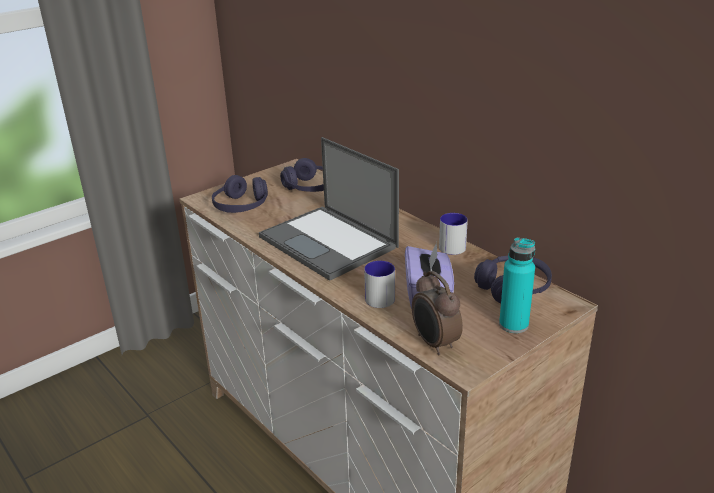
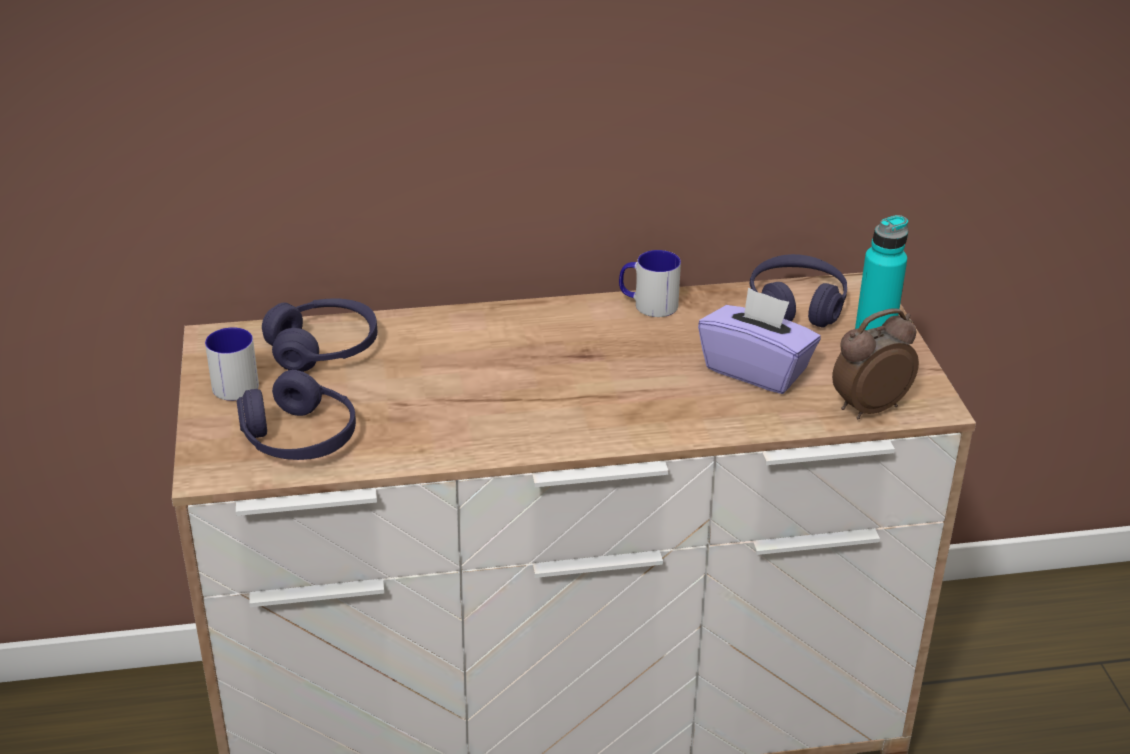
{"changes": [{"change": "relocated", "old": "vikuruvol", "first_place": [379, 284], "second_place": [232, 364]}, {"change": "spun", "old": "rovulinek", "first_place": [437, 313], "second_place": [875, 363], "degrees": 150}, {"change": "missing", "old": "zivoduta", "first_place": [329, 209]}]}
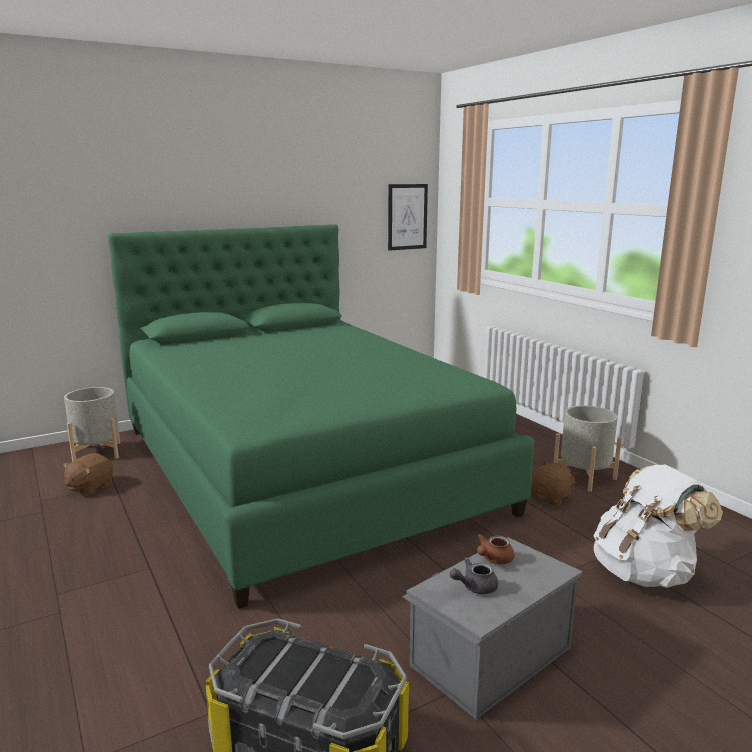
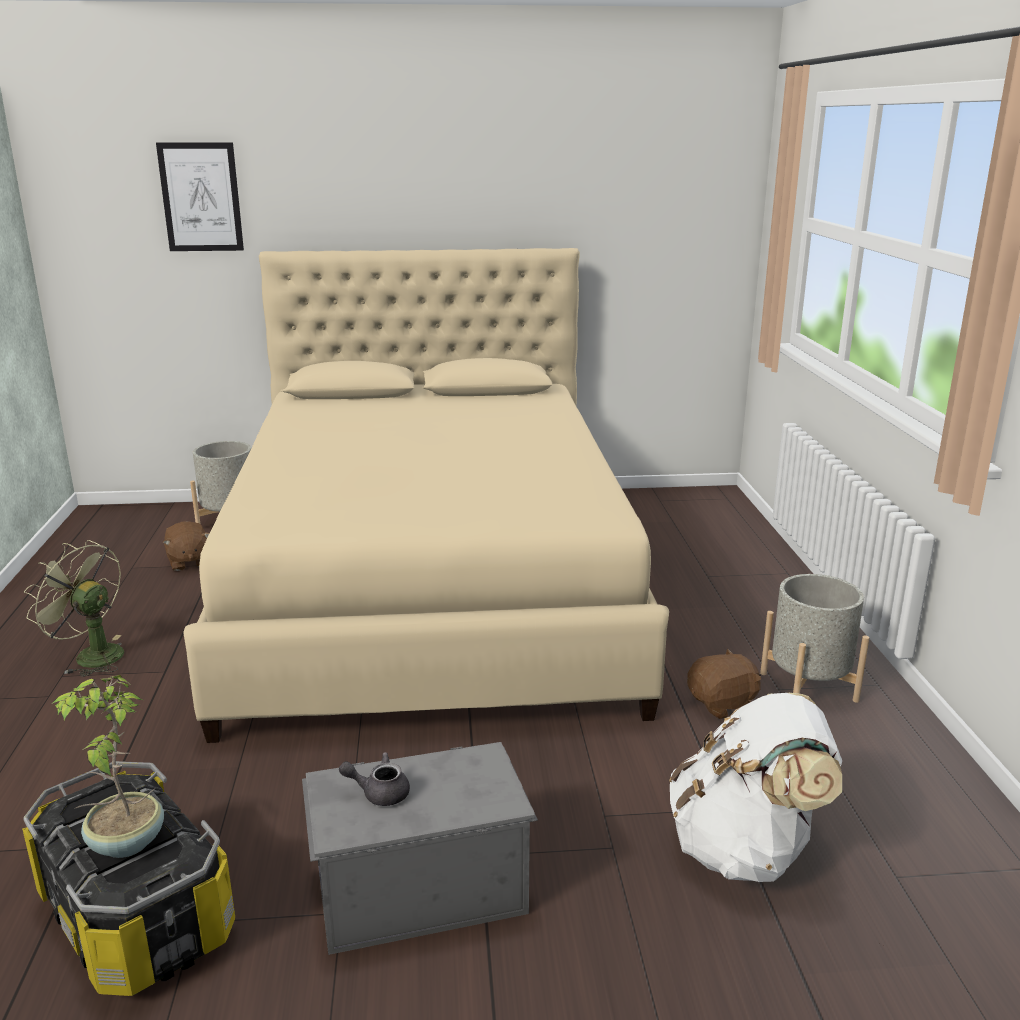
{"changes": [{"change": "appeared", "new": "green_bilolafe", "second_place": [74, 608]}, {"change": "appeared", "new": "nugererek", "second_place": [108, 766]}, {"change": "relocated", "old": "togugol", "first_place": [408, 217], "second_place": [200, 196]}, {"change": "spun", "old": "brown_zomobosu", "first_place": [88, 474], "second_place": [186, 546], "degrees": -75}, {"change": "colour", "old": "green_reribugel", "new": "beige_reribugel", "first_place": [321, 416], "second_place": [426, 495]}, {"change": "missing", "old": "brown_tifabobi", "first_place": [495, 549]}]}
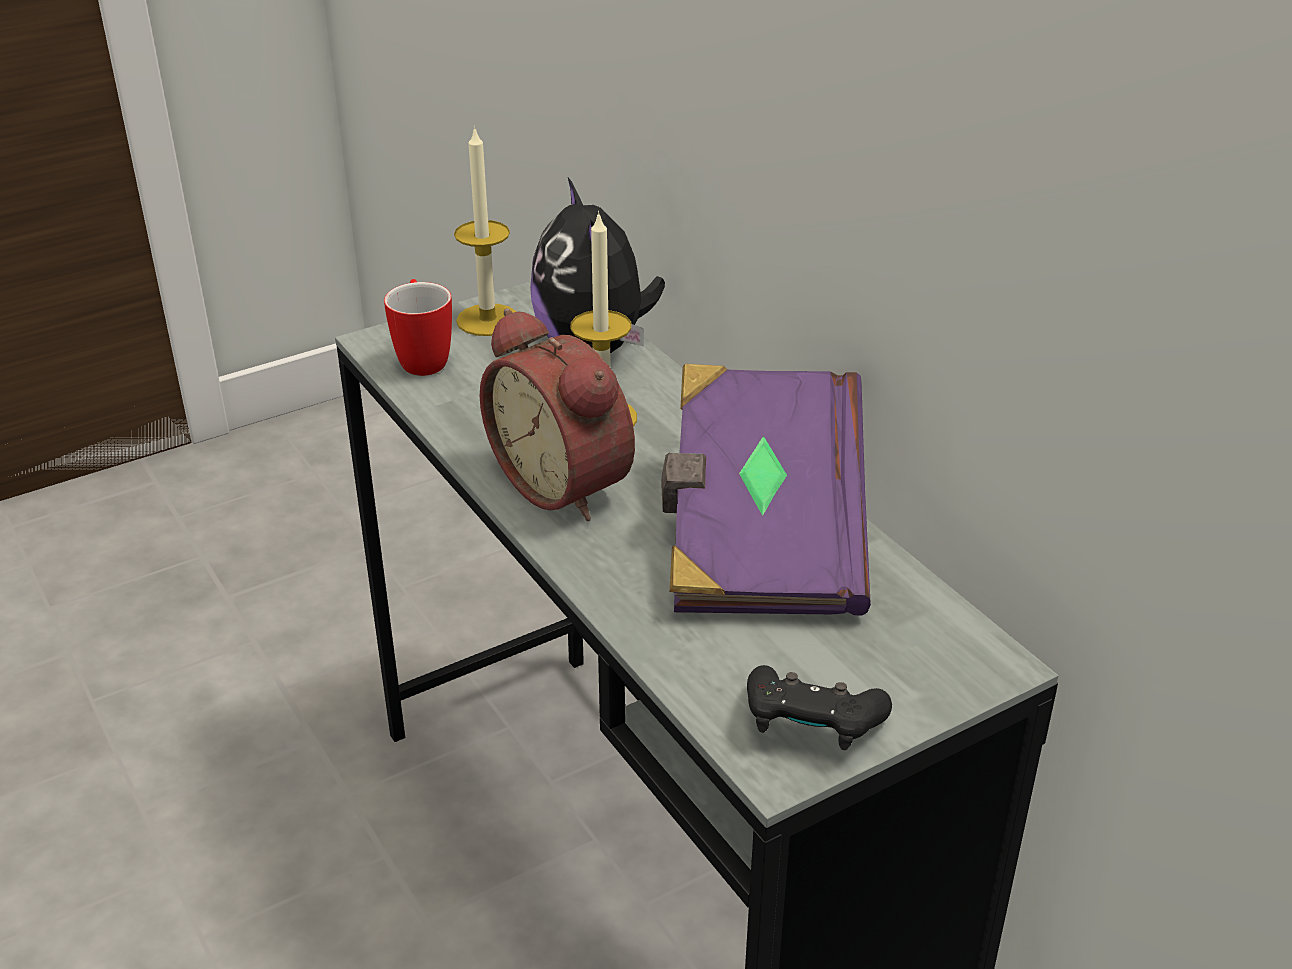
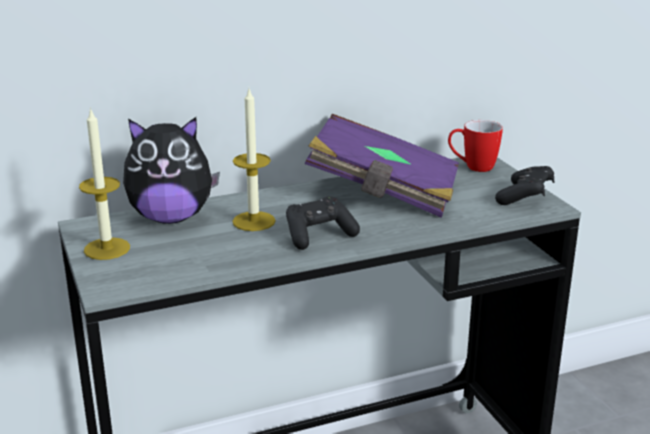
{"changes": [{"change": "exchanged", "old": "rovulinek", "new": "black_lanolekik", "first_place": [557, 414], "second_place": [323, 223]}, {"change": "relocated", "old": "vikuruvol", "first_place": [418, 327], "second_place": [475, 146]}]}
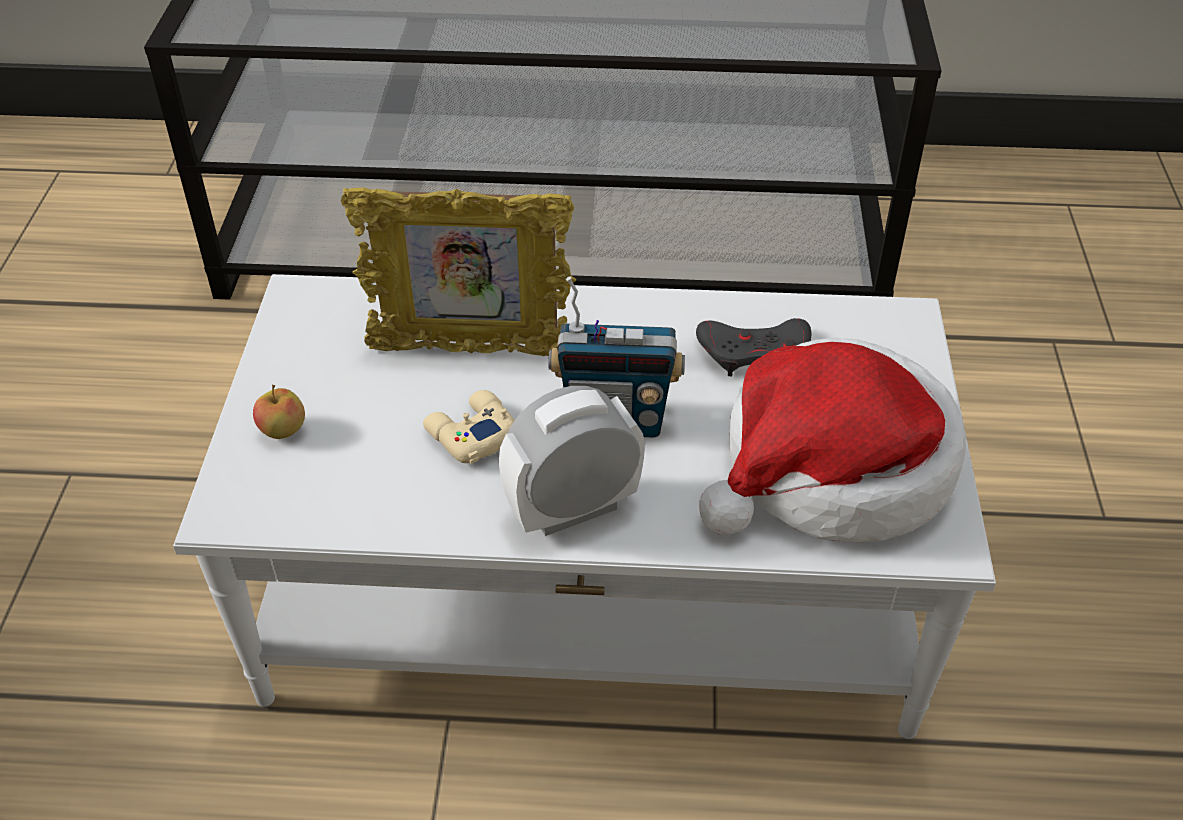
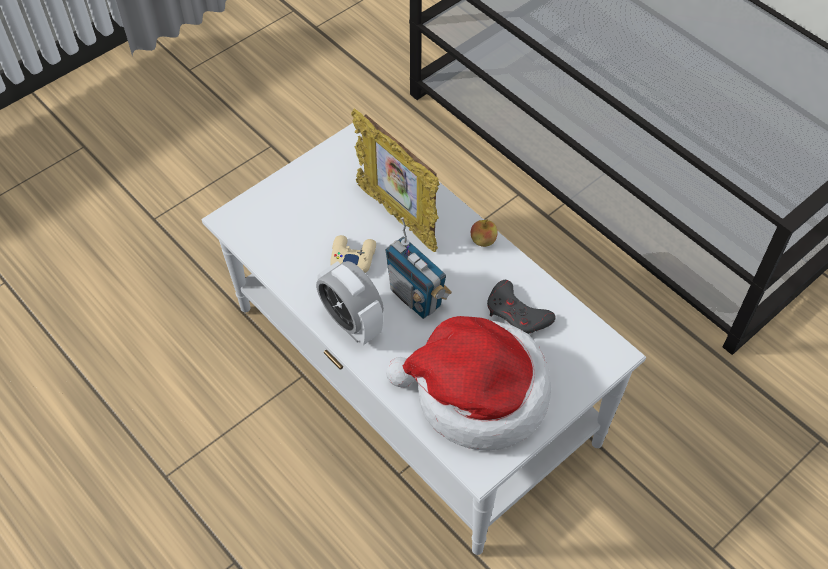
{"changes": [{"change": "spun", "old": "rovulinek", "first_place": [572, 461], "second_place": [350, 303], "degrees": -150}, {"change": "relocated", "old": "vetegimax", "first_place": [279, 412], "second_place": [484, 233]}]}
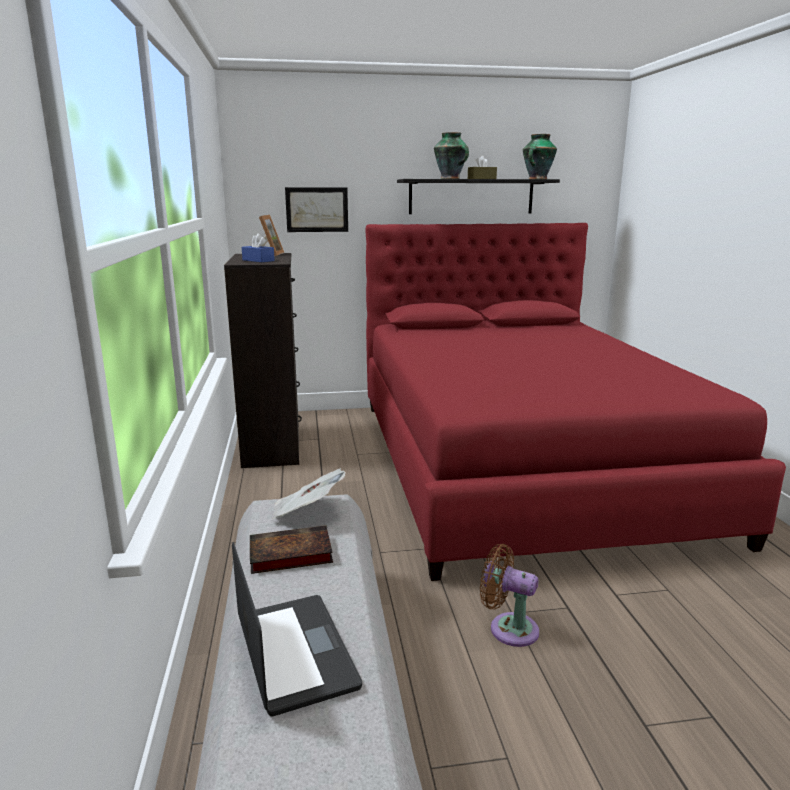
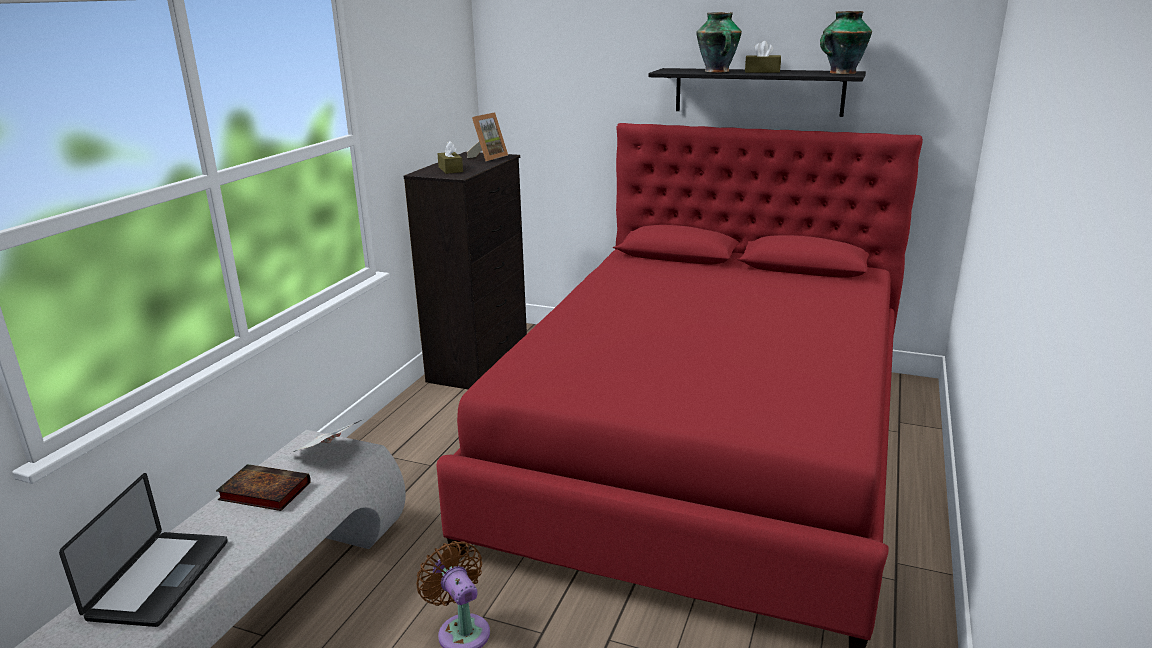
{"changes": [{"change": "colour", "old": "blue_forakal", "new": "brown_forakal", "first_place": [258, 248], "second_place": [450, 157]}, {"change": "missing", "old": "togugol", "first_place": [316, 209]}]}
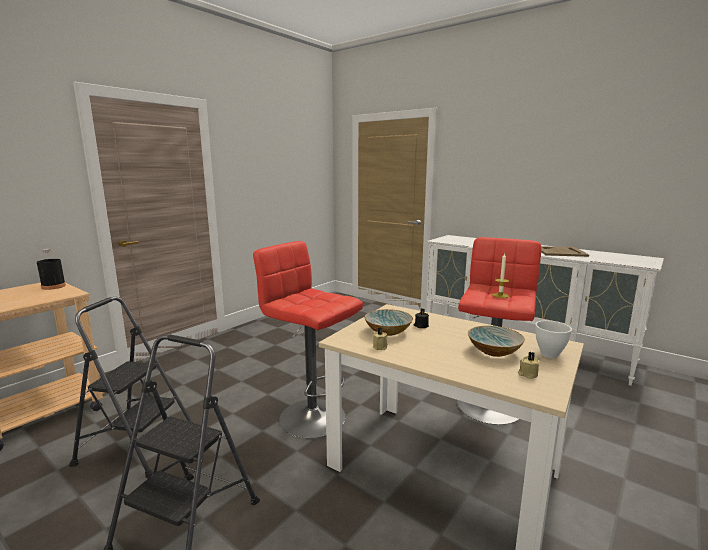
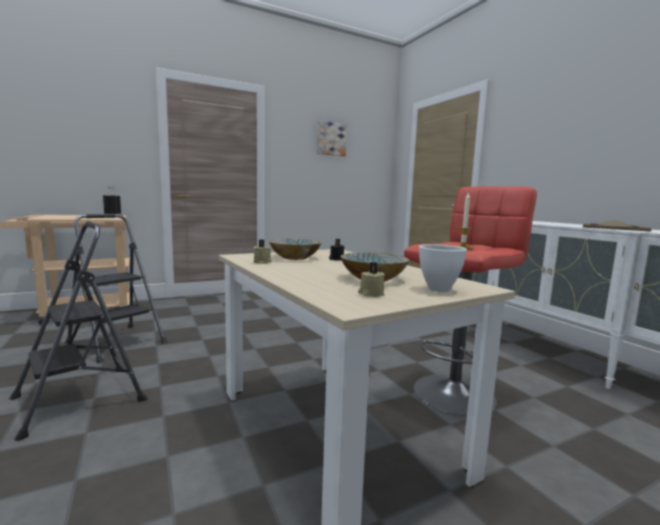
{"changes": [{"change": "appeared", "new": "togugol", "second_place": [332, 138]}, {"change": "missing", "old": "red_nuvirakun", "first_place": [308, 339]}]}
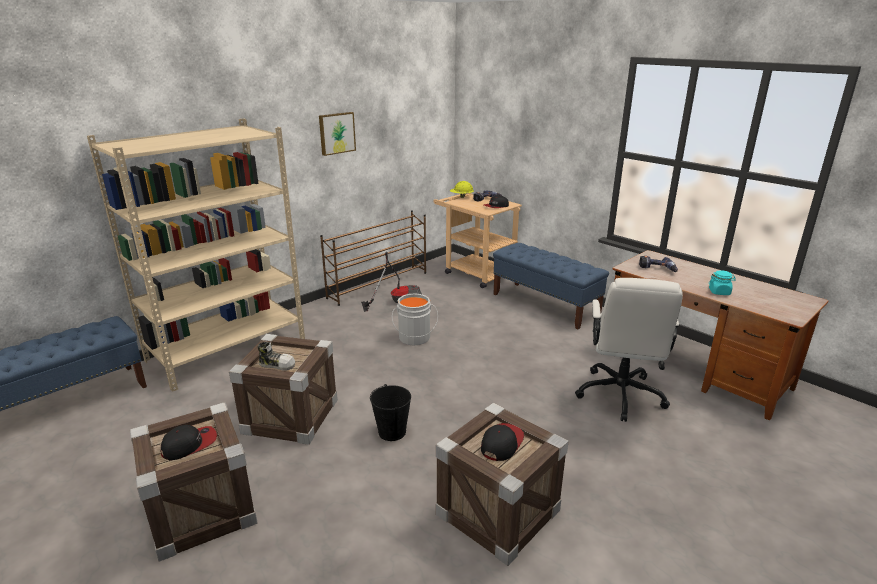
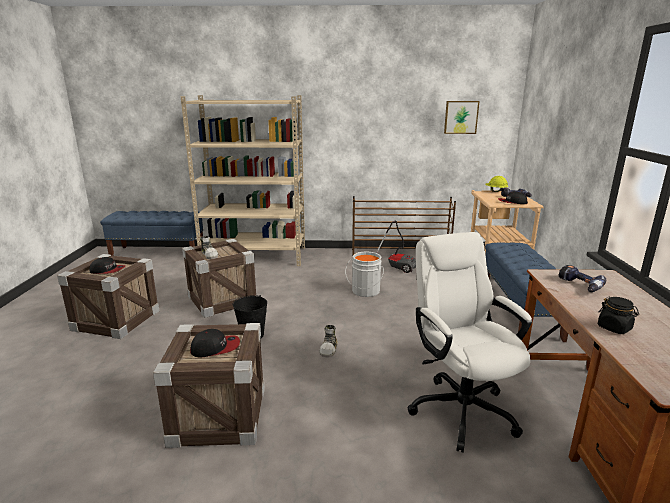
{"changes": [{"change": "appeared", "new": "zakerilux", "second_place": [329, 341]}, {"change": "spun", "old": "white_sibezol", "first_place": [629, 350], "second_place": [470, 342], "degrees": 105}, {"change": "relocated", "old": "togugol", "first_place": [337, 134], "second_place": [462, 117]}, {"change": "colour", "old": "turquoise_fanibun", "new": "black_fanibun", "first_place": [722, 282], "second_place": [618, 315]}]}
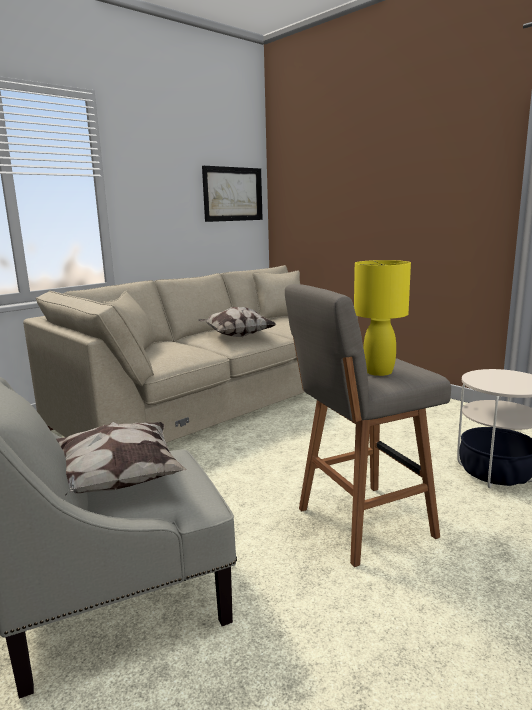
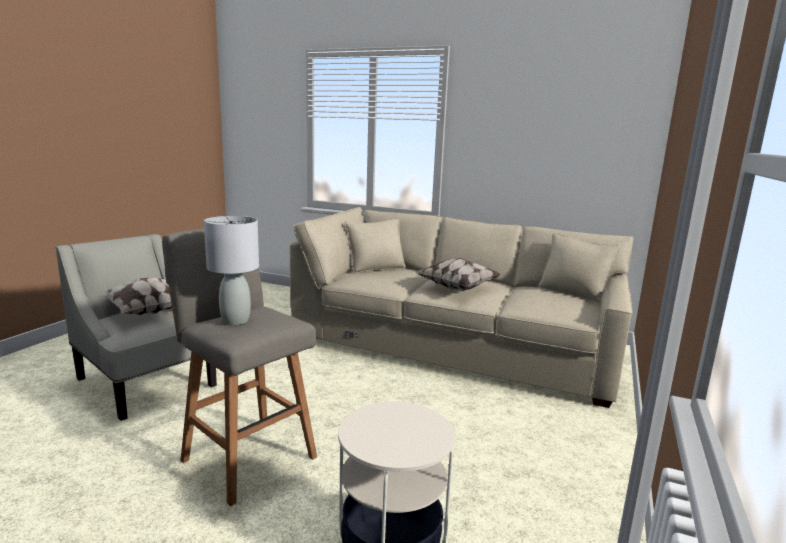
{"changes": [{"change": "colour", "old": "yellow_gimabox", "new": "grey_gimabox", "first_place": [382, 318], "second_place": [231, 270]}, {"change": "missing", "old": "togugol", "first_place": [232, 194]}]}
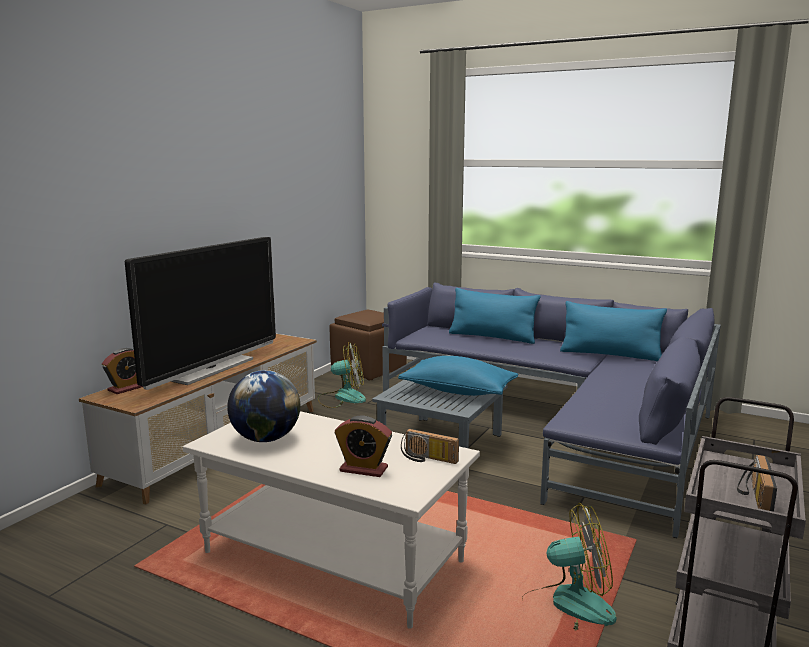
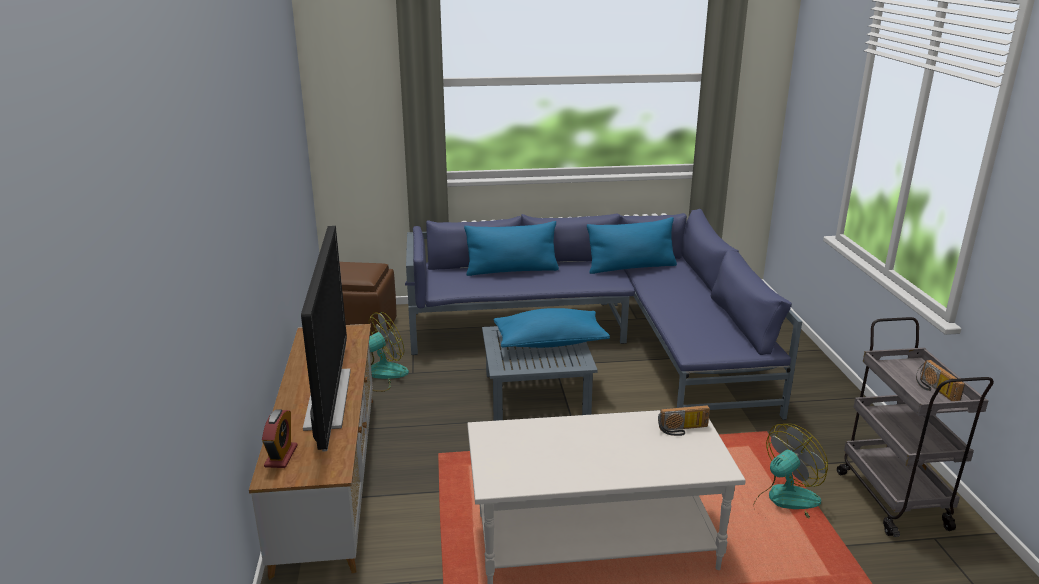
{"changes": [{"change": "missing", "old": "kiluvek", "first_place": [263, 406]}, {"change": "missing", "old": "rovulinek", "first_place": [363, 446]}]}
